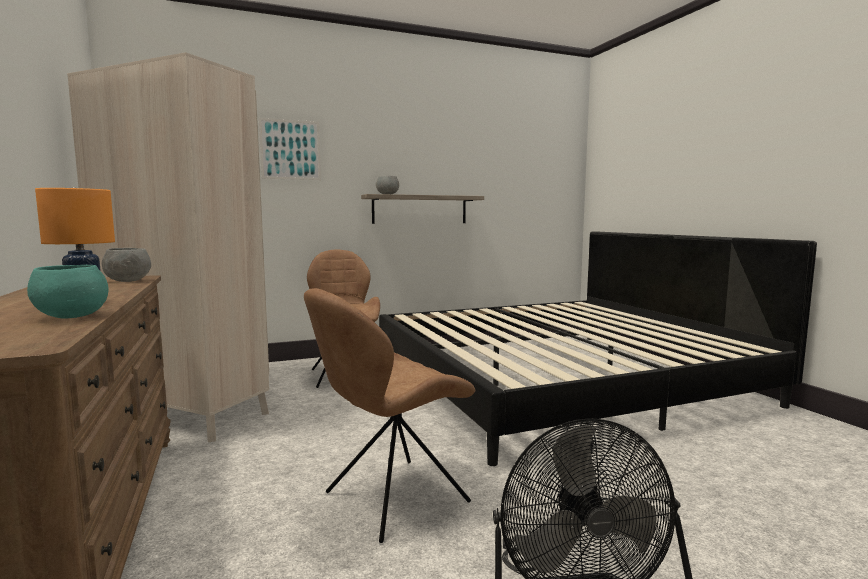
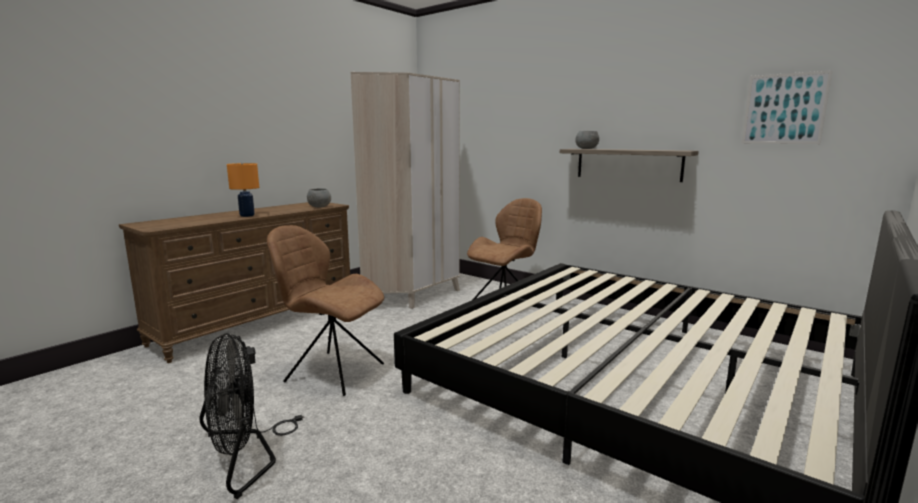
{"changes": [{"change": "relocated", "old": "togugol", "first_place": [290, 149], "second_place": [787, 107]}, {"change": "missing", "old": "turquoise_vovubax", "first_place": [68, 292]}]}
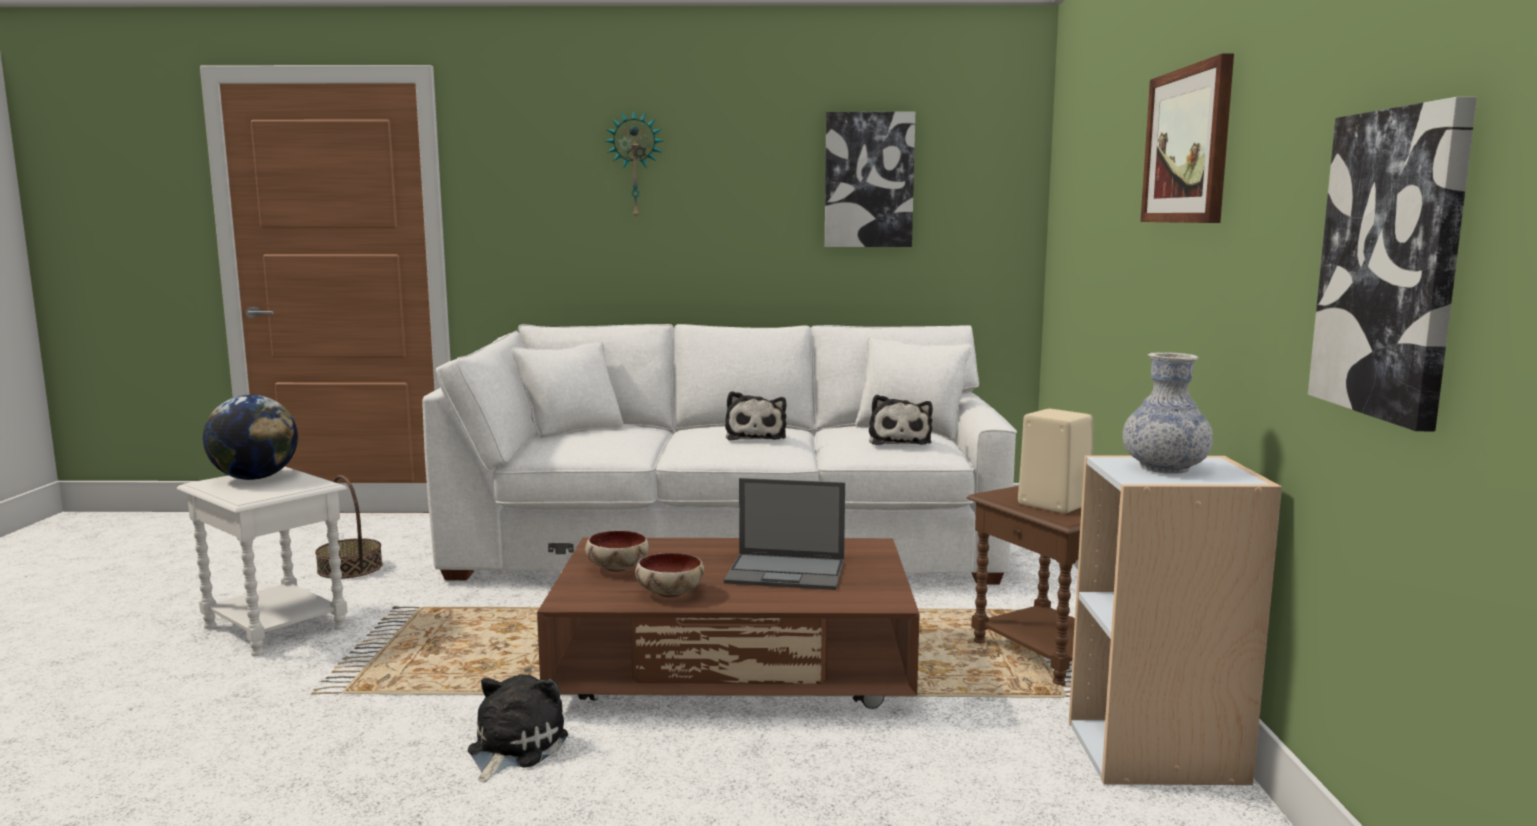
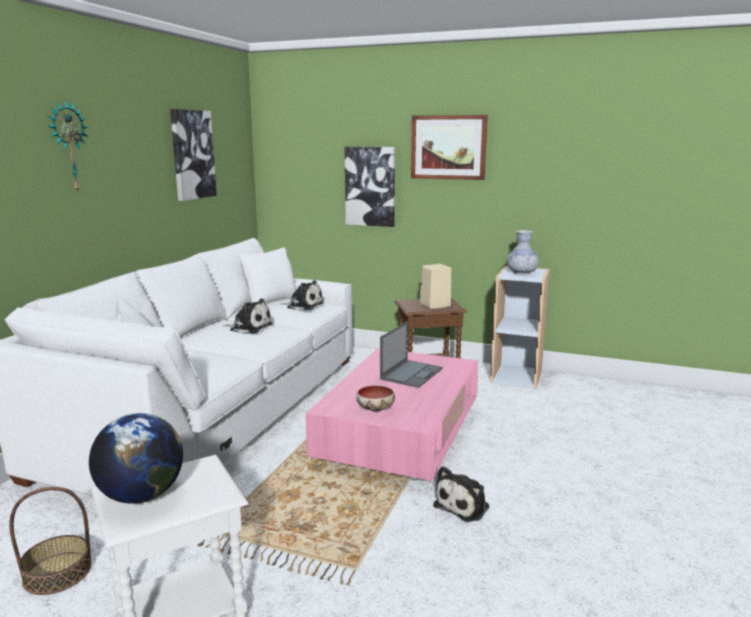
{"changes": [{"change": "colour", "old": "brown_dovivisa", "new": "pink_dovivisa", "first_place": [728, 623], "second_place": [391, 414]}, {"change": "relocated", "old": "togugol", "first_place": [1392, 264], "second_place": [370, 187]}, {"change": "spun", "old": "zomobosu", "first_place": [518, 728], "second_place": [461, 494], "degrees": -90}, {"change": "missing", "old": "vovubax", "first_place": [669, 575]}]}
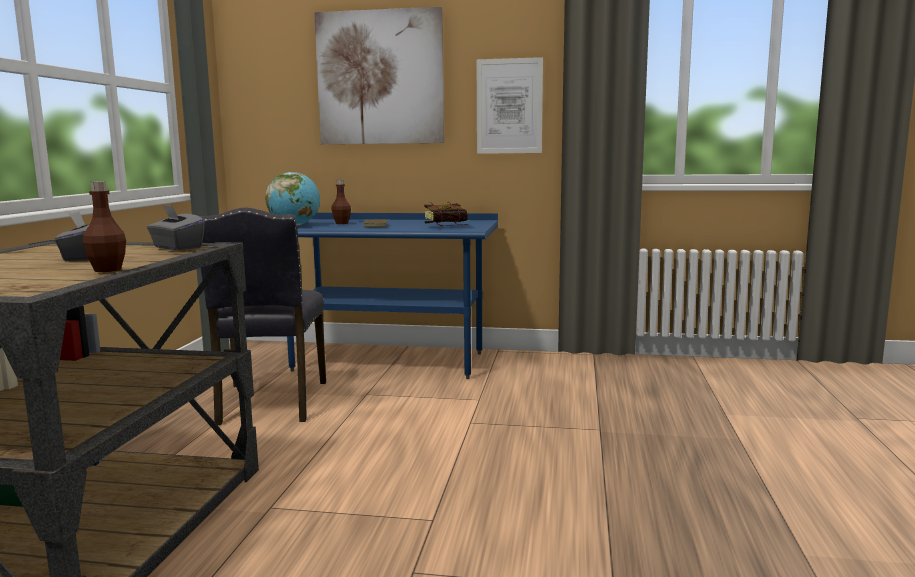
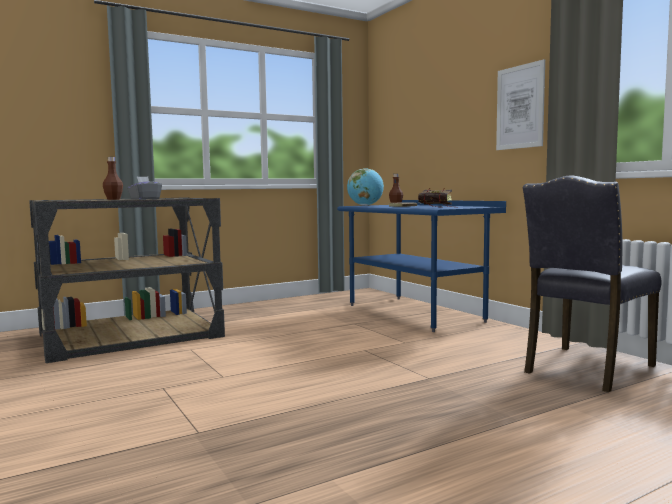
{"changes": [{"change": "relocated", "old": "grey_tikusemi", "first_place": [263, 316], "second_place": [592, 283]}, {"change": "missing", "old": "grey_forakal", "first_place": [176, 228]}, {"change": "missing", "old": "togugol", "first_place": [379, 75]}]}
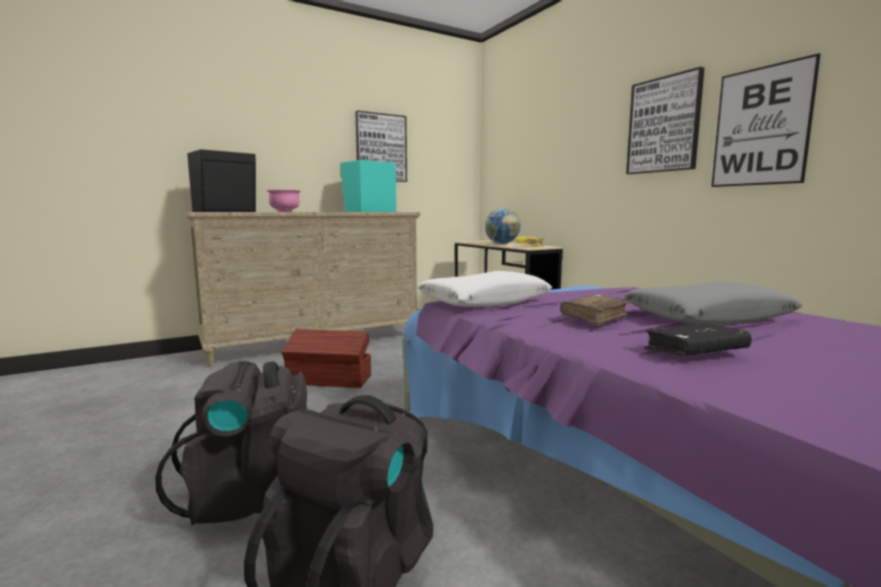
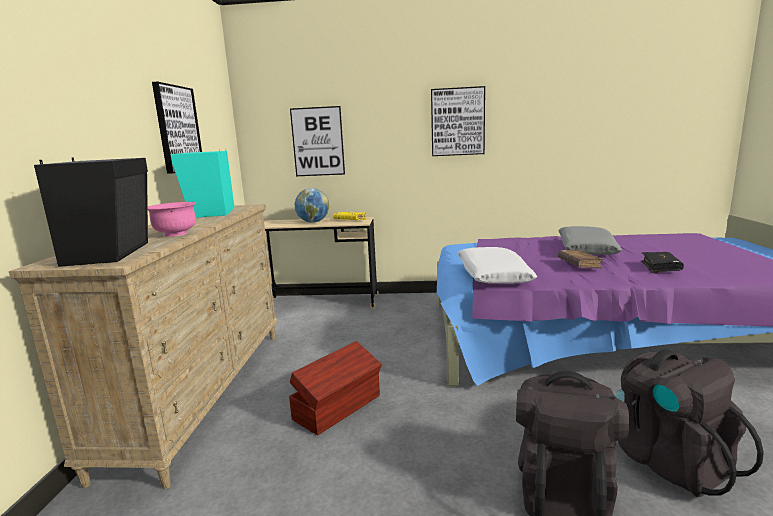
{"changes": [{"change": "relocated", "old": "togugol", "first_place": [766, 120], "second_place": [317, 141]}]}
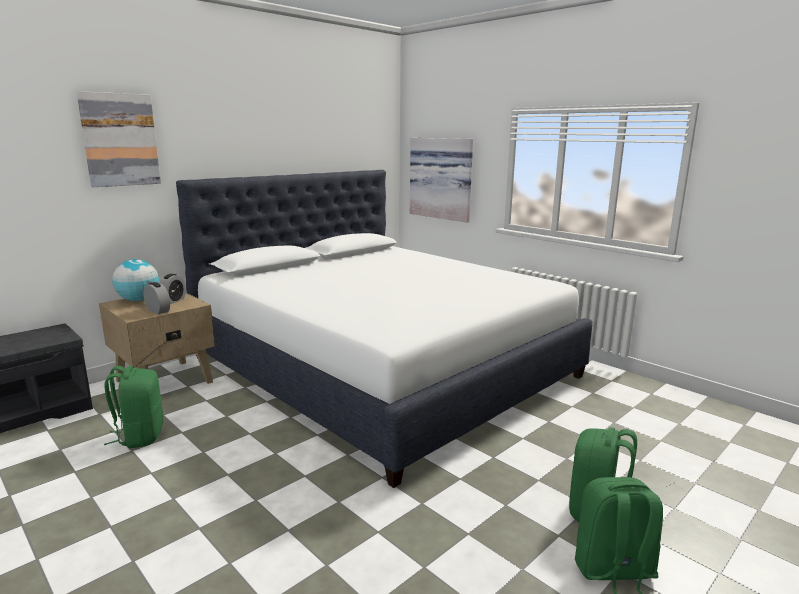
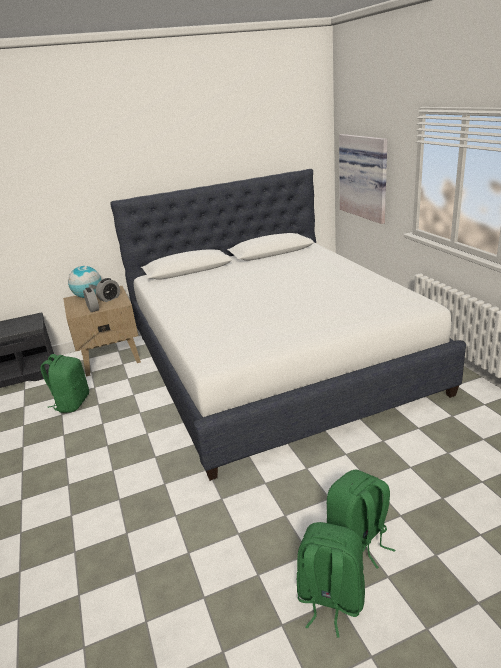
{"changes": [{"change": "missing", "old": "togugol", "first_place": [119, 139]}]}
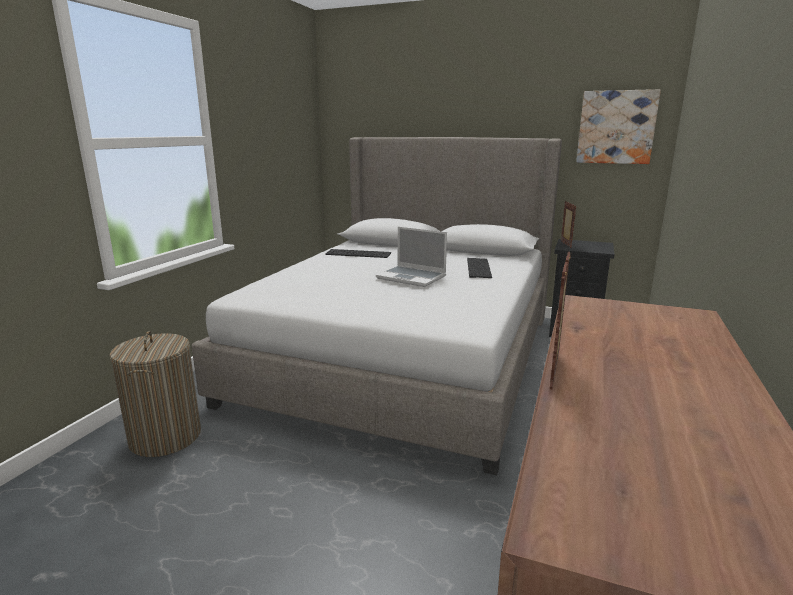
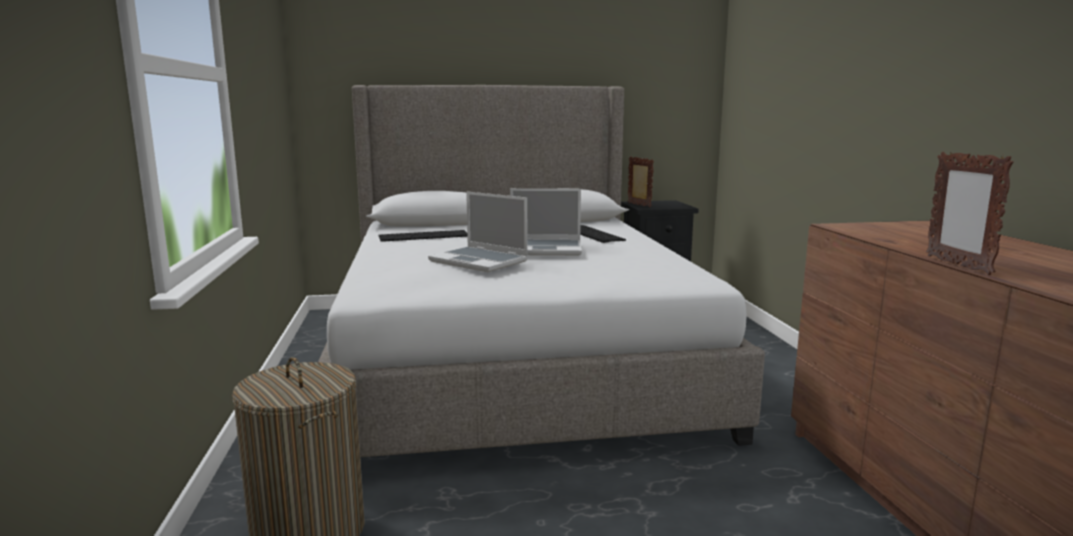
{"changes": [{"change": "appeared", "new": "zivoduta", "second_place": [478, 232]}, {"change": "missing", "old": "togugol", "first_place": [618, 126]}]}
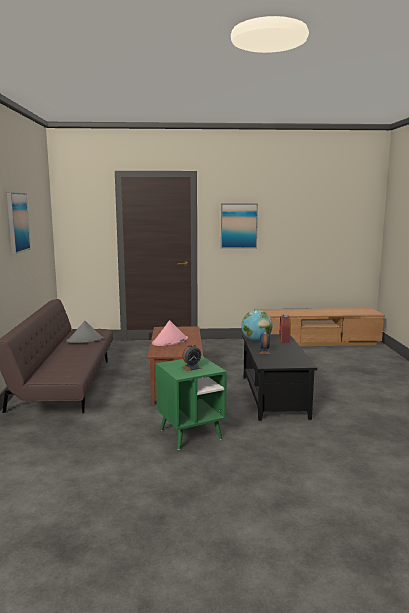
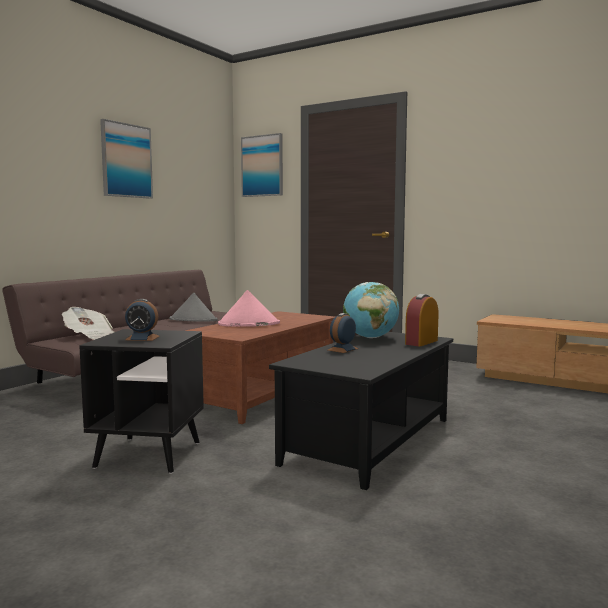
{"changes": [{"change": "appeared", "new": "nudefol", "second_place": [88, 323]}, {"change": "colour", "old": "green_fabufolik", "new": "black_fabufolik", "first_place": [191, 403], "second_place": [141, 401]}, {"change": "relocated", "old": "togugol", "first_place": [239, 226], "second_place": [262, 165]}]}
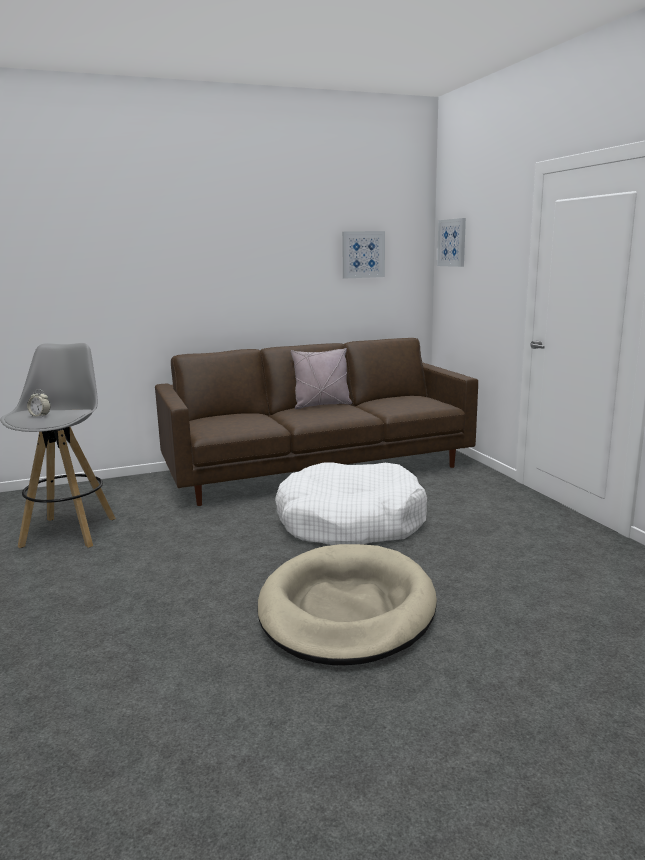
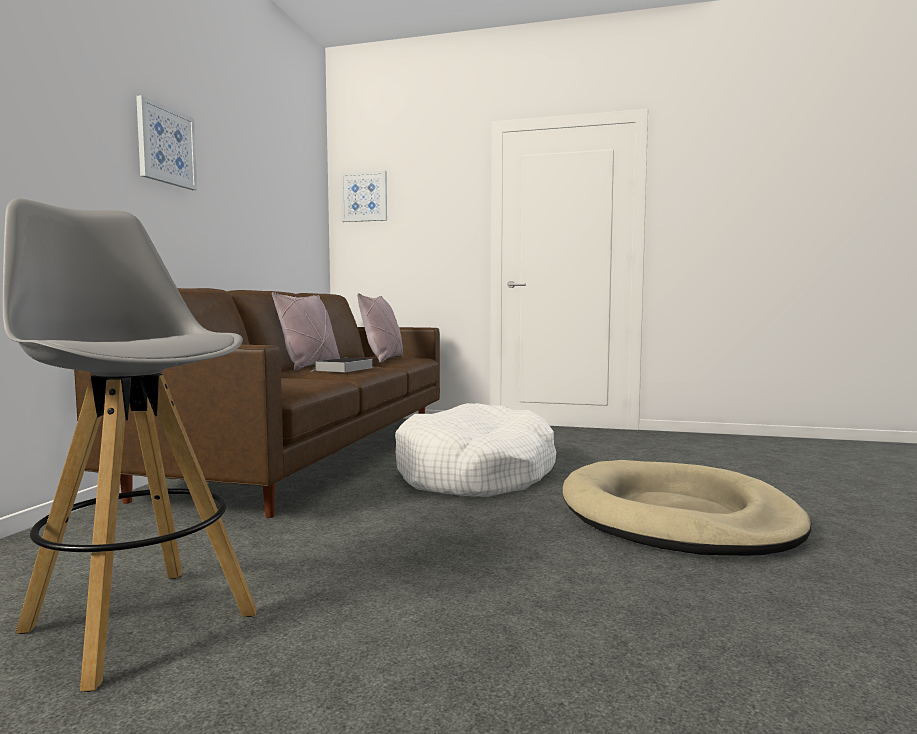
{"changes": [{"change": "relocated", "old": "togugol", "first_place": [363, 255], "second_place": [166, 142]}, {"change": "appeared", "new": "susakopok", "second_place": [342, 365]}, {"change": "appeared", "new": "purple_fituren", "second_place": [380, 328]}, {"change": "missing", "old": "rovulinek", "first_place": [39, 403]}]}
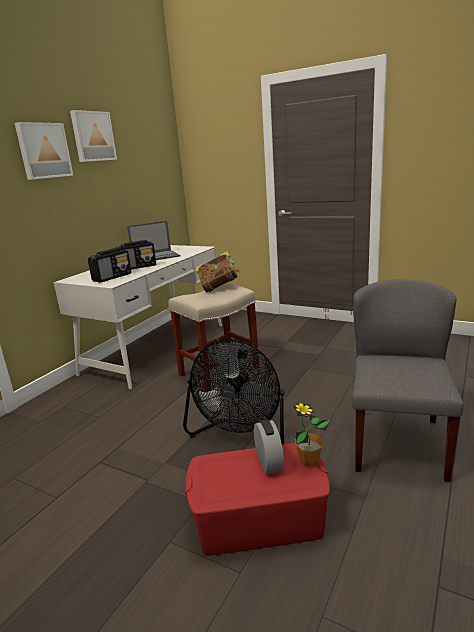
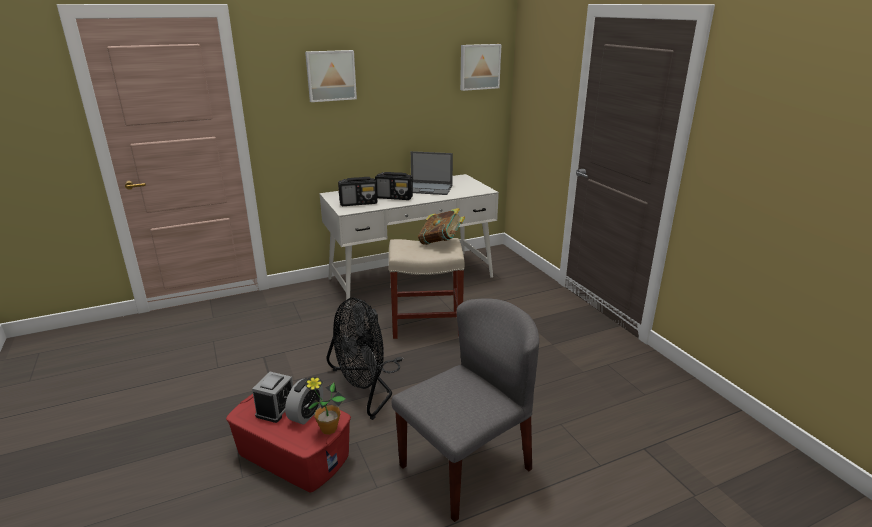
{"changes": [{"change": "appeared", "new": "rovulinek", "second_place": [272, 397]}, {"change": "relocated", "old": "togugol", "first_place": [93, 136], "second_place": [481, 67]}]}
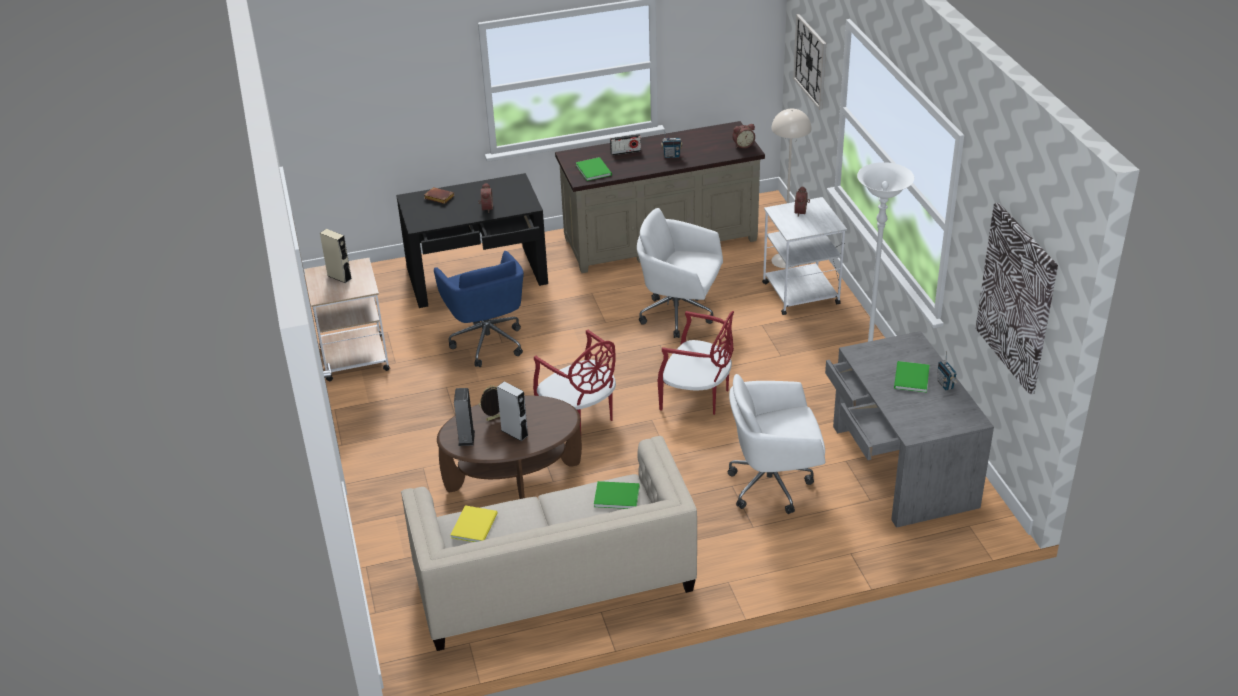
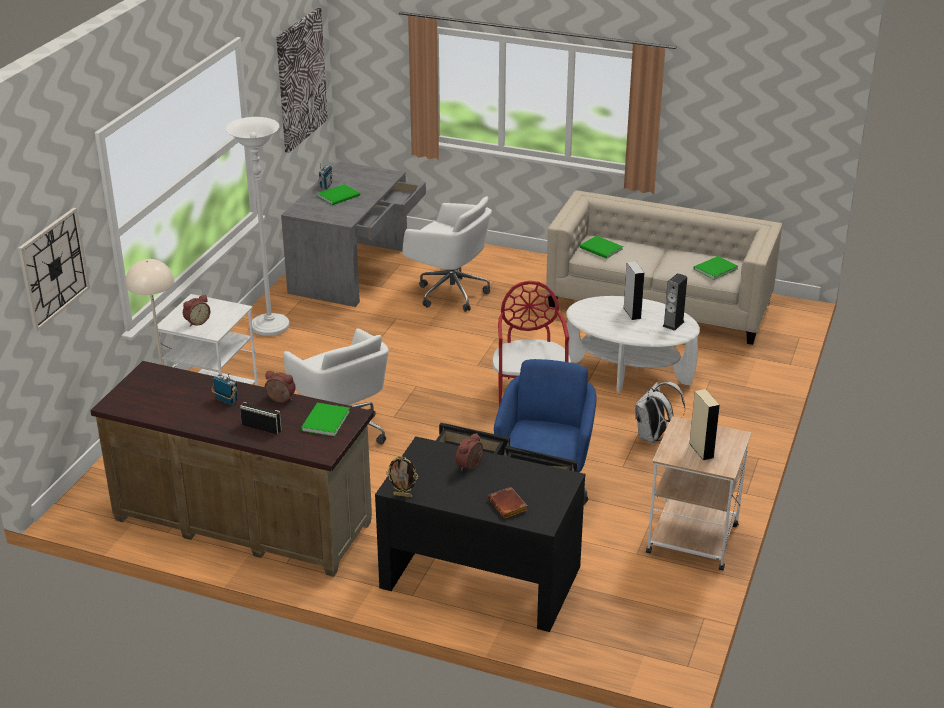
{"changes": [{"change": "relocated", "old": "rovulinek", "first_place": [743, 136], "second_place": [280, 387]}, {"change": "relocated", "old": "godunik", "first_place": [489, 403], "second_place": [402, 476]}, {"change": "colour", "old": "brown_dovivisa", "new": "white_dovivisa", "first_place": [509, 447], "second_place": [633, 344]}, {"change": "appeared", "new": "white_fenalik", "second_place": [660, 412]}, {"change": "colour", "old": "yellow_susakopok", "new": "green_susakopok", "first_place": [474, 523], "second_place": [715, 268]}, {"change": "missing", "old": "red_tikusemi", "first_place": [695, 363]}]}
